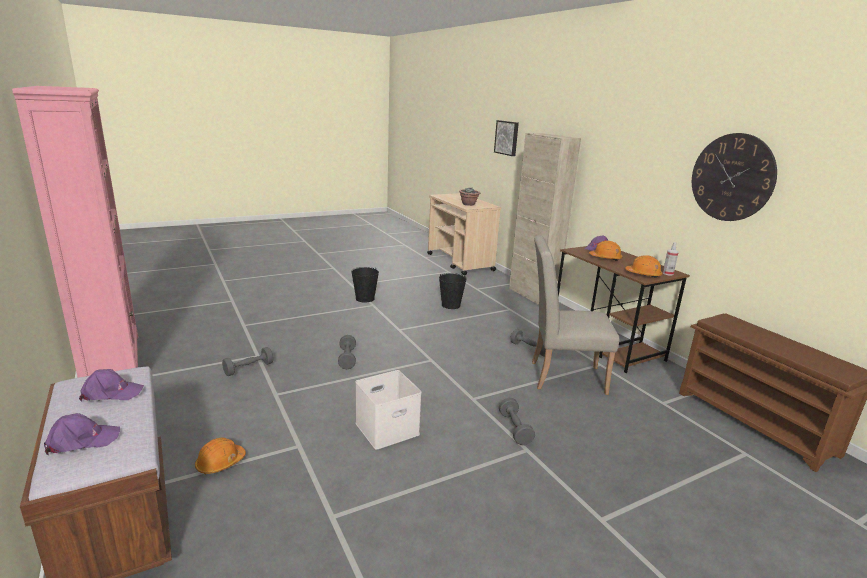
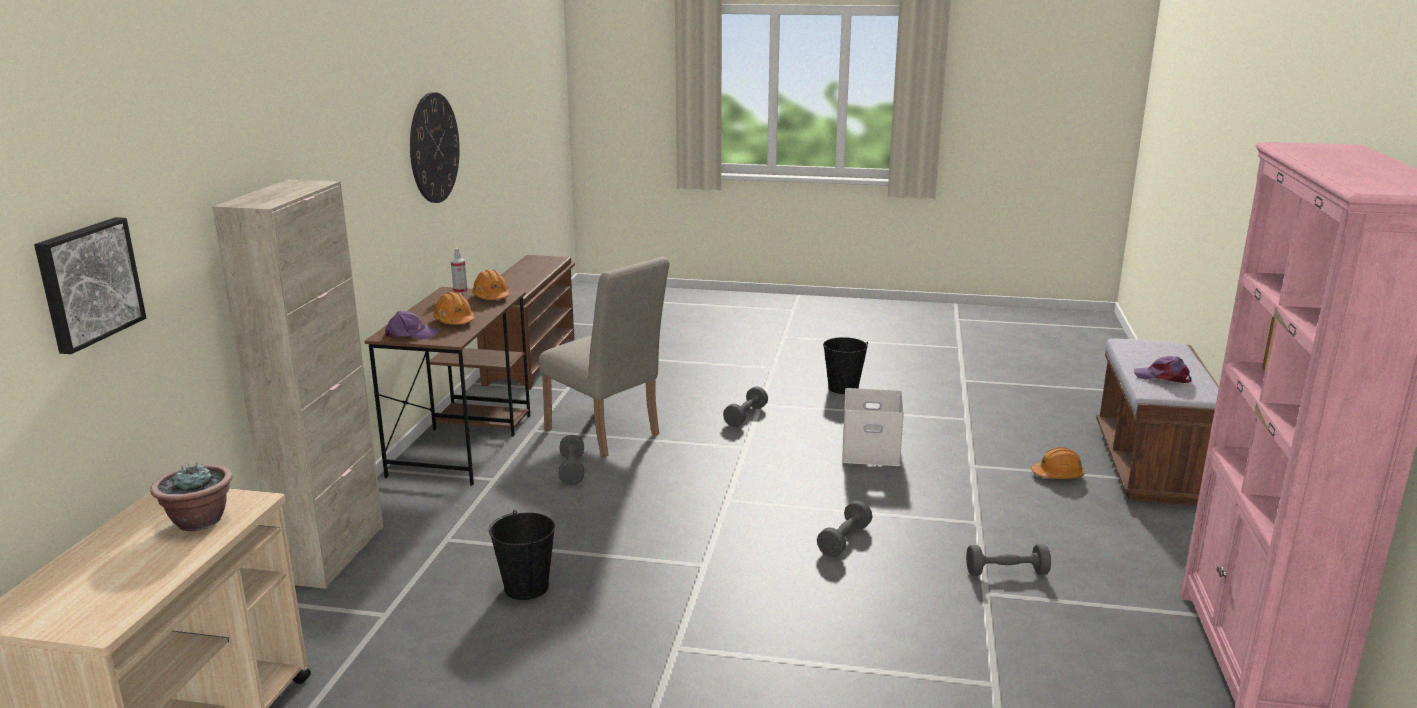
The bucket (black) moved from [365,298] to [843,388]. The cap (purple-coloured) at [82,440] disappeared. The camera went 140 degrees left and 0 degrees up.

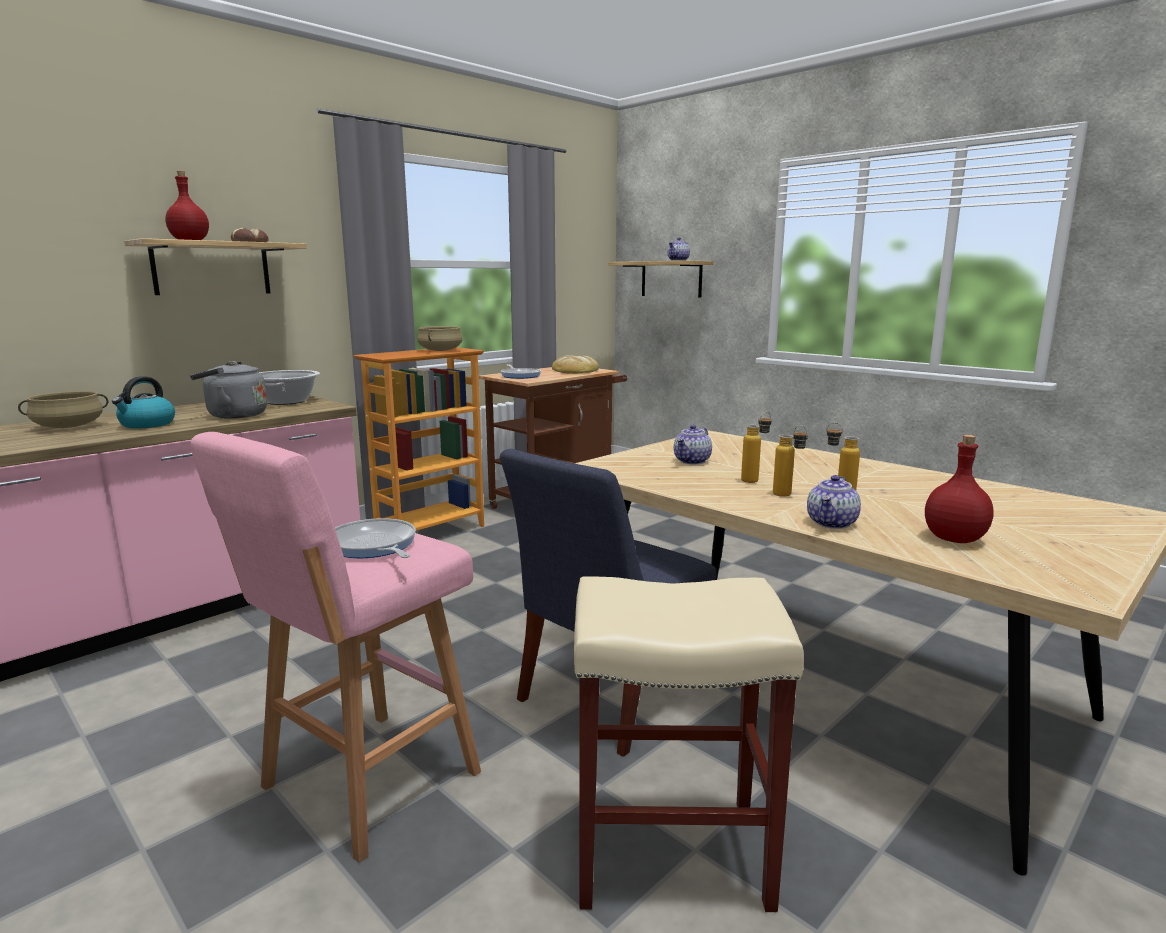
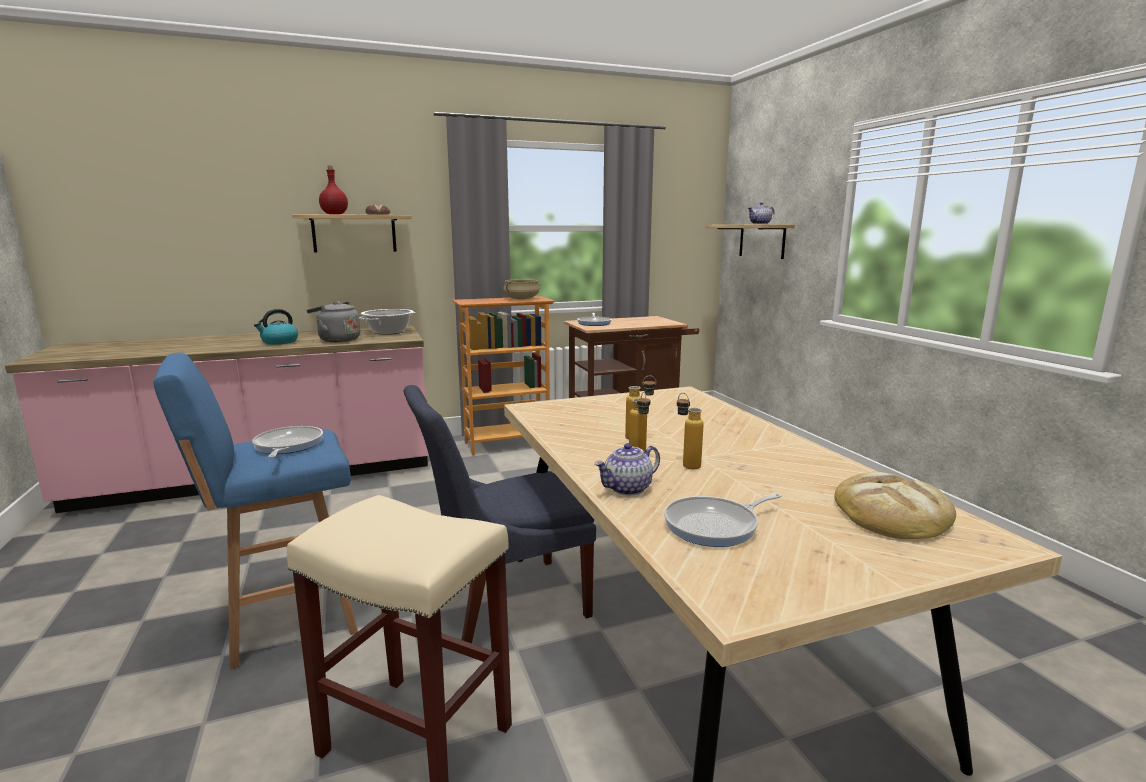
The bakery bread moved from [575,370] to [891,513]. The stockpot (beige) at [68,427] disappeared. The pot for tea at [692,461] disappeared. The stool (pink) at [365,783] became the stool (bluish) at [285,618]. The drink bottle (red-coloured) at [955,539] was replaced by the pan at [715,526]. The camera went 25 degrees right and 0 degrees up.

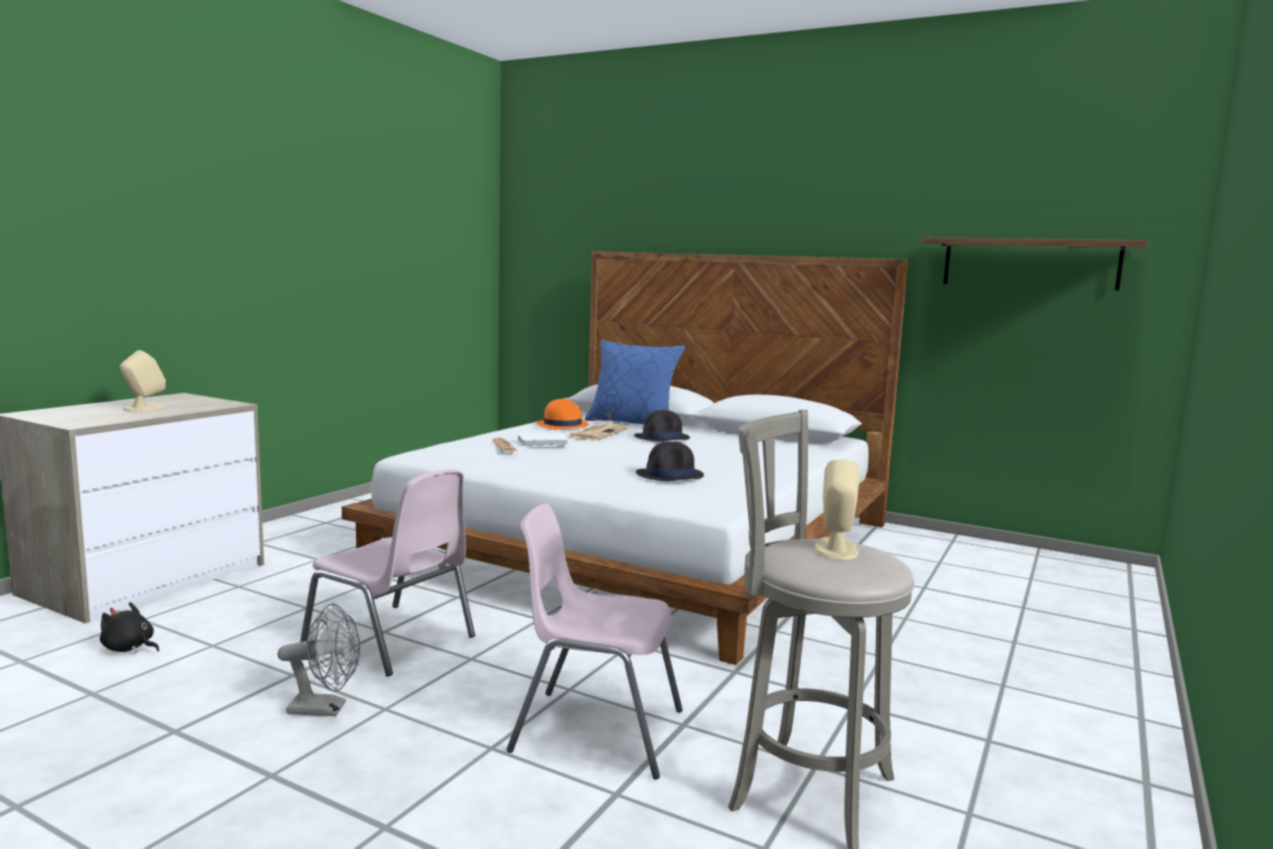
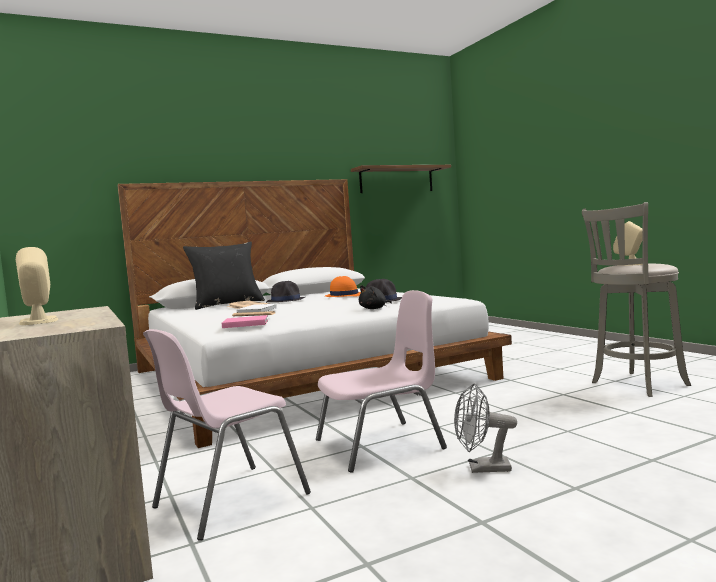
The pillow (bluish) at [632,423] became the pillow (black) at [227,304]. The clothing hat (orange) moved from [562,425] to [344,295]. The plain chair (pink) moved from [595,731] to [228,501]. The cuddly toy (black) moved from [129,648] to [374,308]. The electric fan (gray) at [326,709] turned 120 degrees counterclockwise. The bound book (pink) at [244,324] appeared. The camera went 55 degrees left and 5 degrees down.

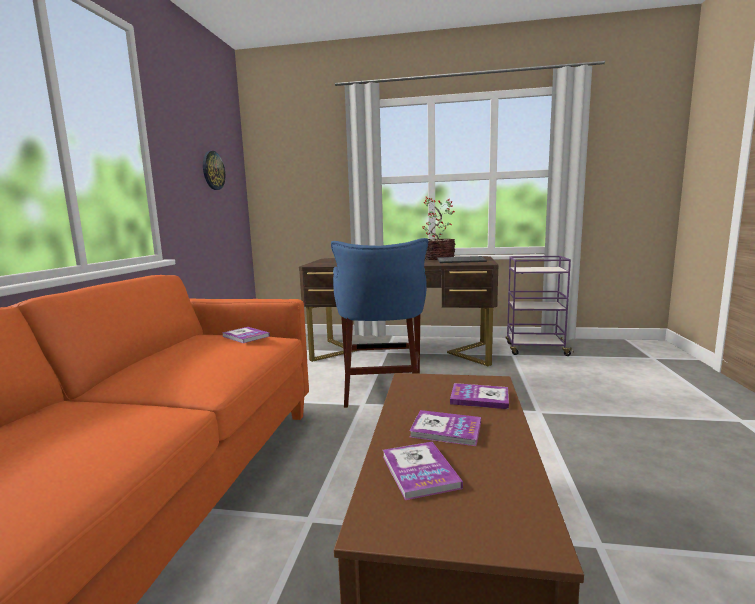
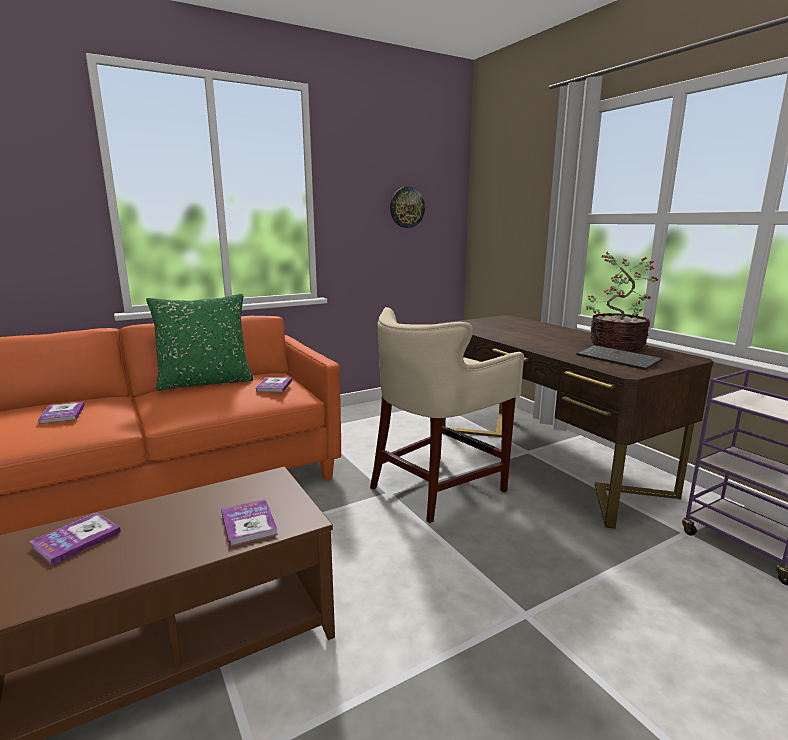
The stool (bluish) at [382,387] became the stool (beige) at [438,487]. The bound book moved from [446,429] to [62,414]. The pillow (greenish) at [206,382] appeared. The camera went 50 degrees right and 5 degrees up.

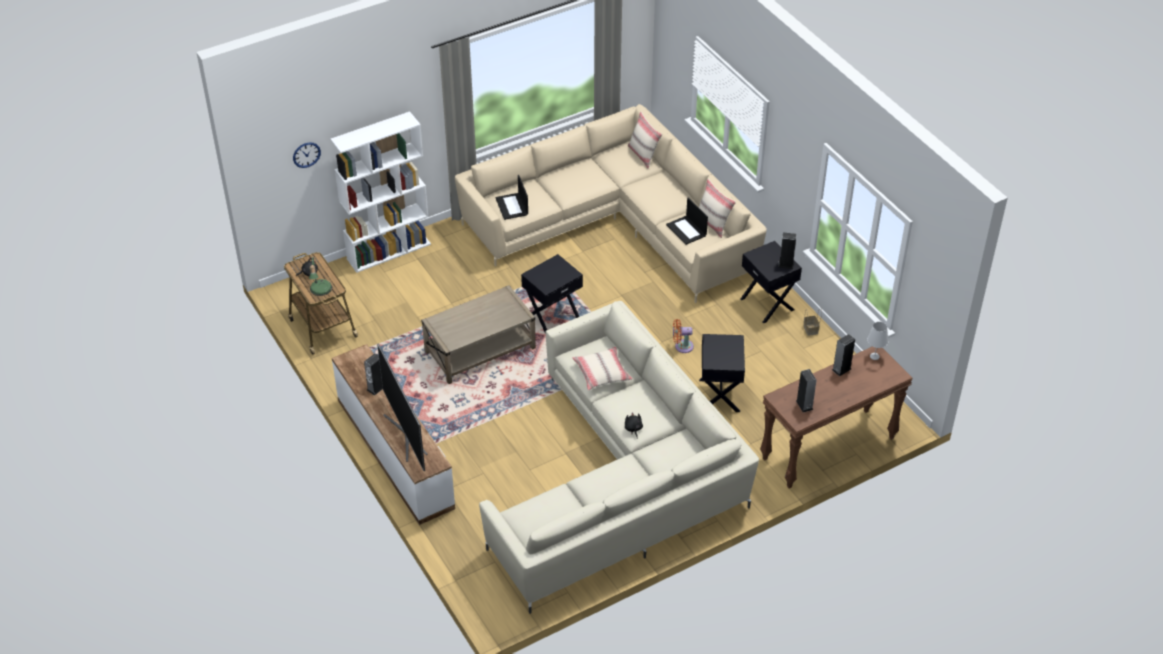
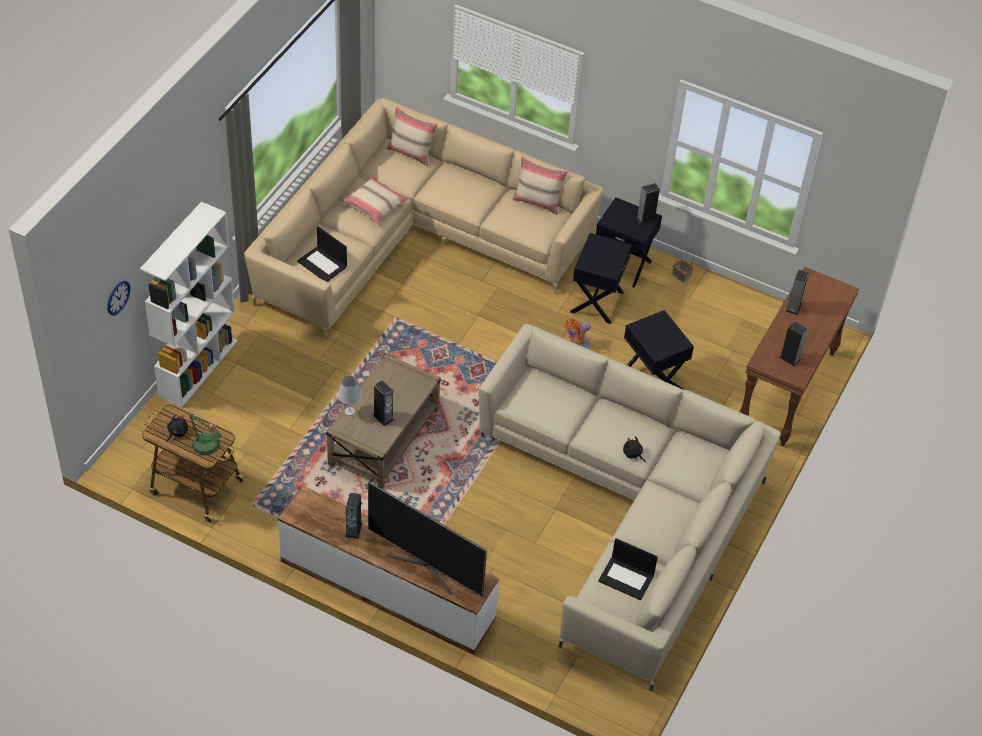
The portable computer moved from [687,230] to [627,578]. The accent table (black) moved from [552,317] to [596,301]. The table lamp (whitish) moved from [874,356] to [349,411]. The pillow (beige) moved from [602,373] to [374,204]. The audio speaker at [383,417] appeared. The camera went 35 degrees left and 5 degrees up.

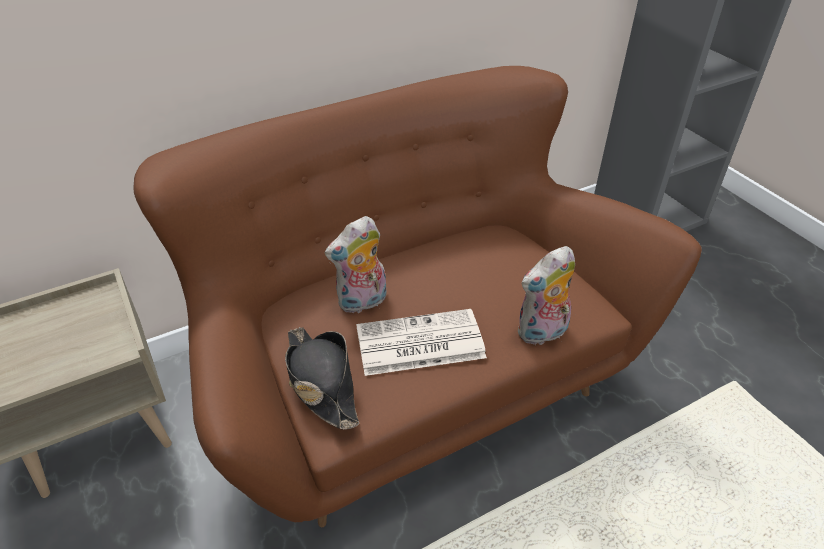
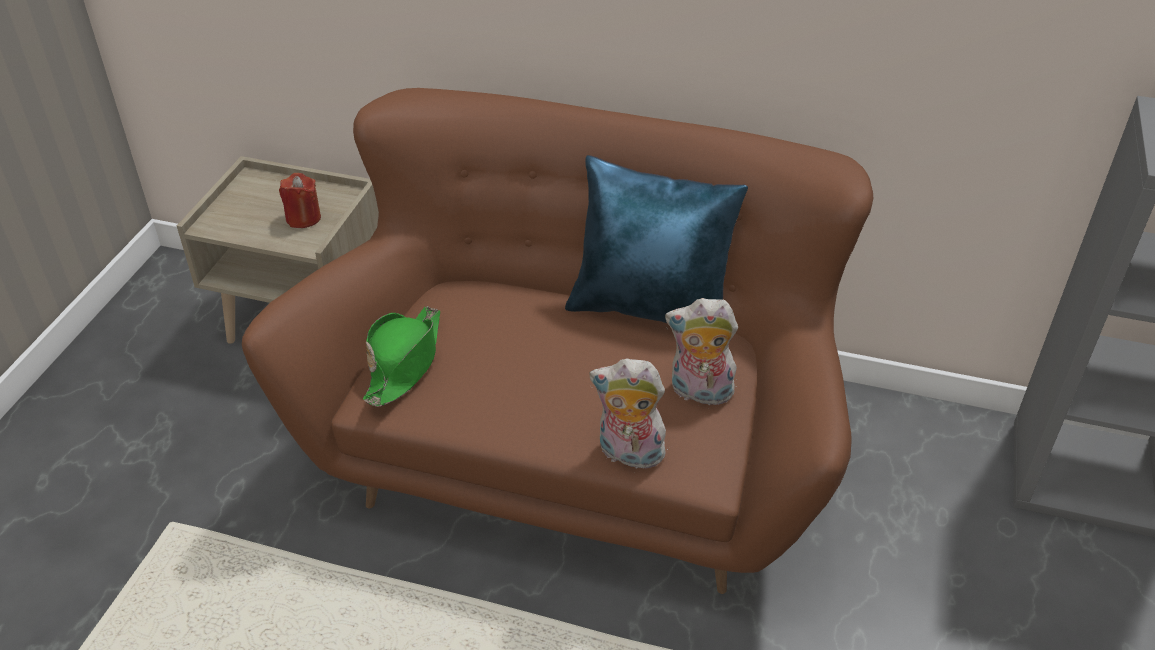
The cuddly toy moved from [362,302] to [699,393]. The printed paper at [418,344] disappeared. The clothing hat (black) at [321,382] became the clothing hat (greenish) at [404,362]. The pillow (bluish) at [652,310] appeared. The candle (red-coloured) at [303,218] appeared. The camera went 45 degrees right and 0 degrees up.

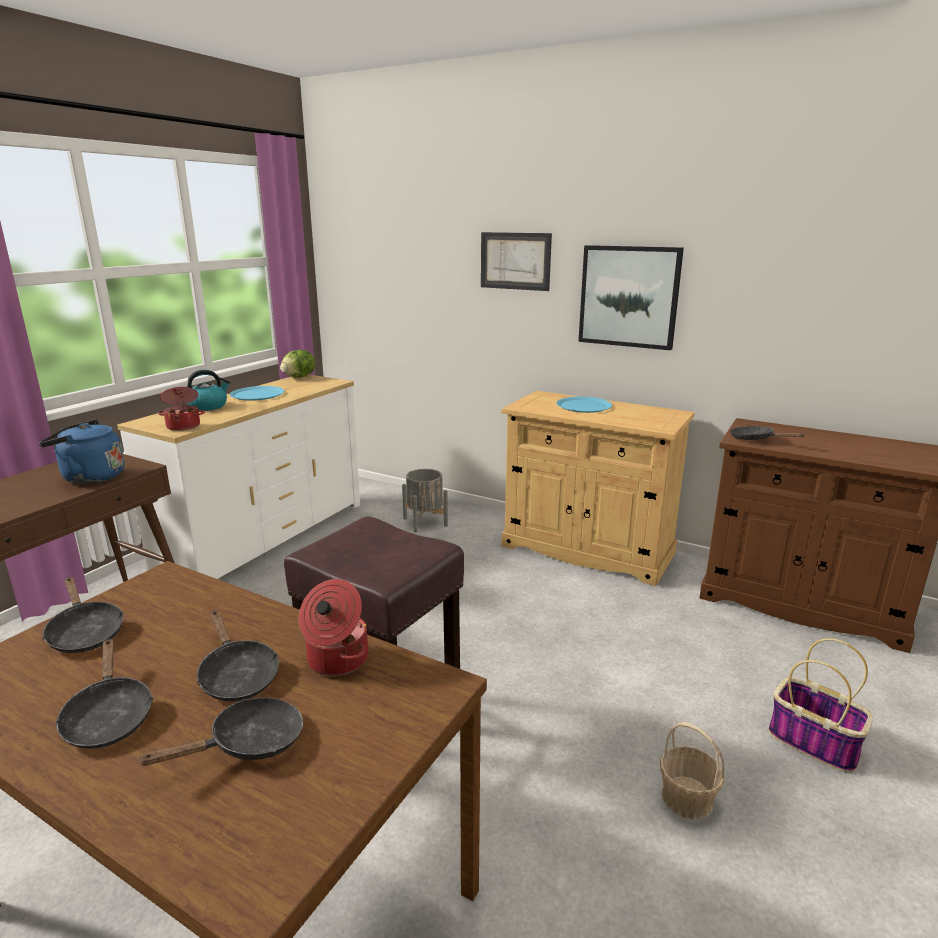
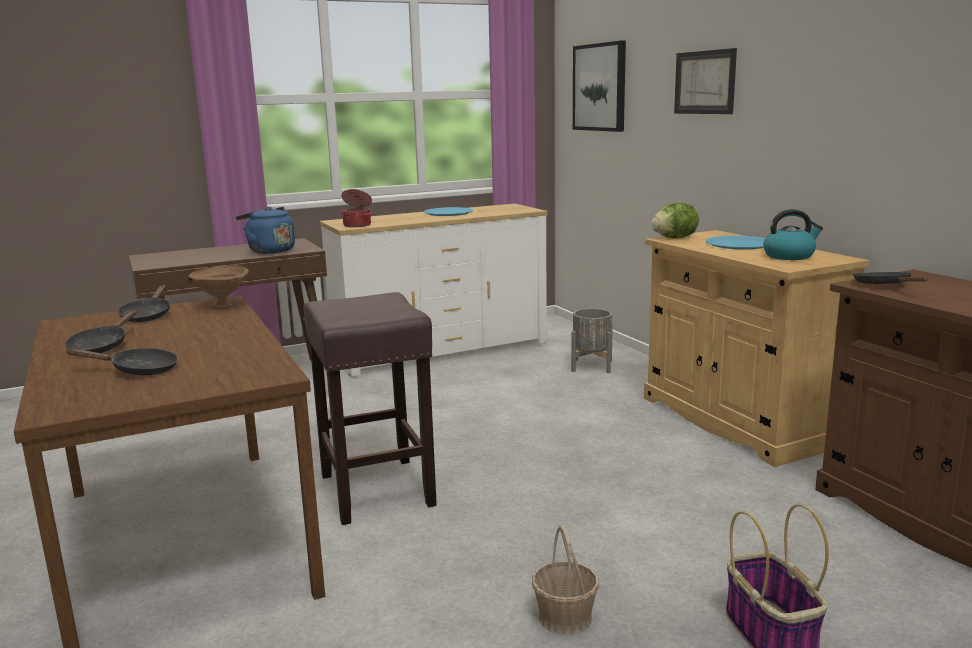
The wall picture moved from [629,296] to [600,87]. The lettuce moved from [298,377] to [674,238]. The water kettle moved from [208,406] to [789,256]. The stockpot at [336,660] disappeared. The pan (black) at [237,675] disappeared. The bowl (brown) at [224,307] appeared. The camera went 35 degrees right and 5 degrees down.

